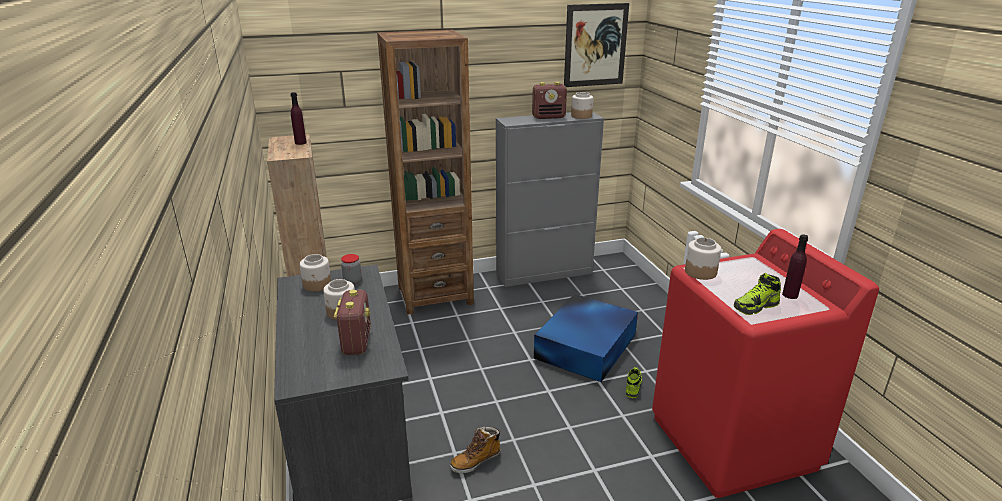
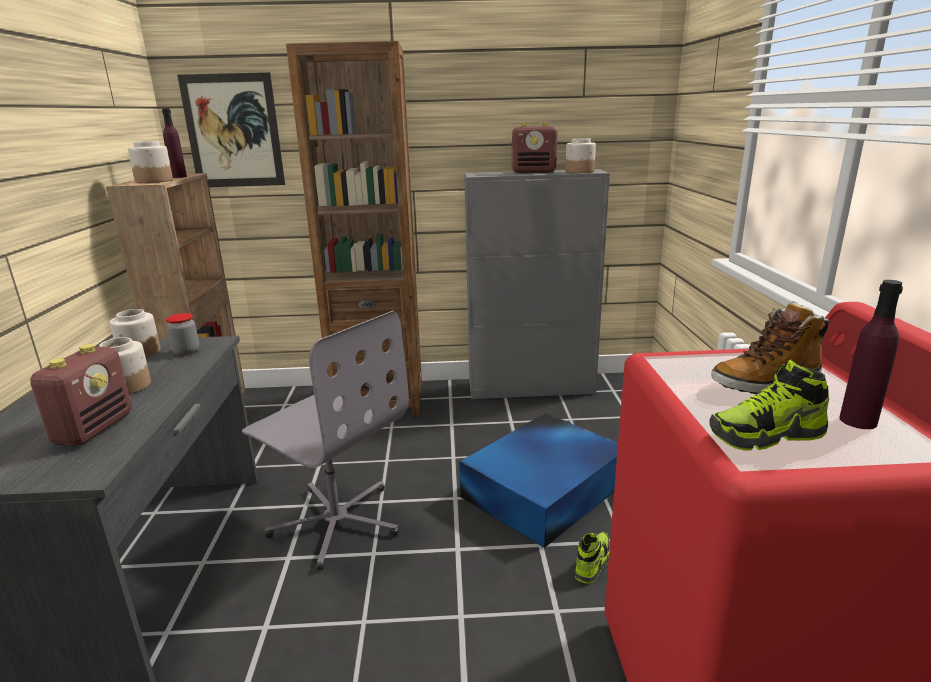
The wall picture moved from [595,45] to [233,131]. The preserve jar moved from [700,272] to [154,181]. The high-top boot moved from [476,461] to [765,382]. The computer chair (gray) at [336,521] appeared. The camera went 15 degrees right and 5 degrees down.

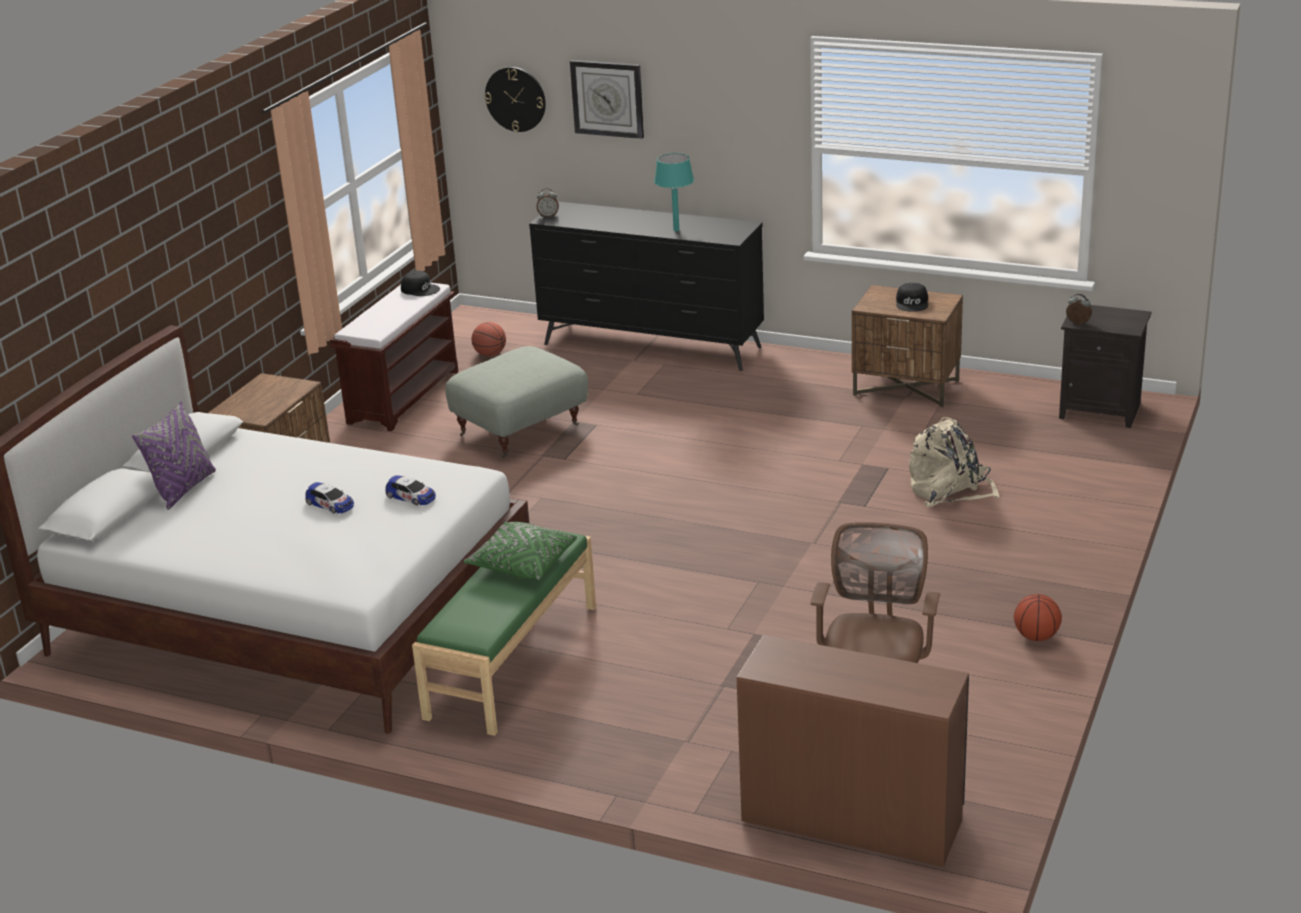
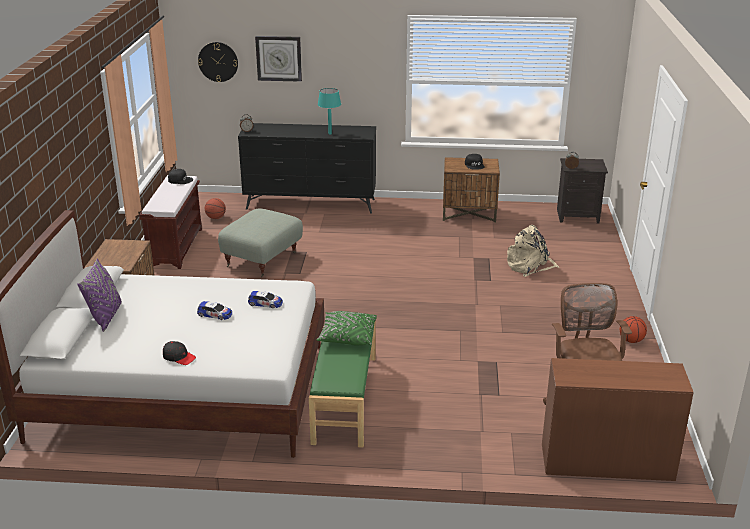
The cap (black) at [179,357] appeared. The camera went 20 degrees left and 0 degrees up.

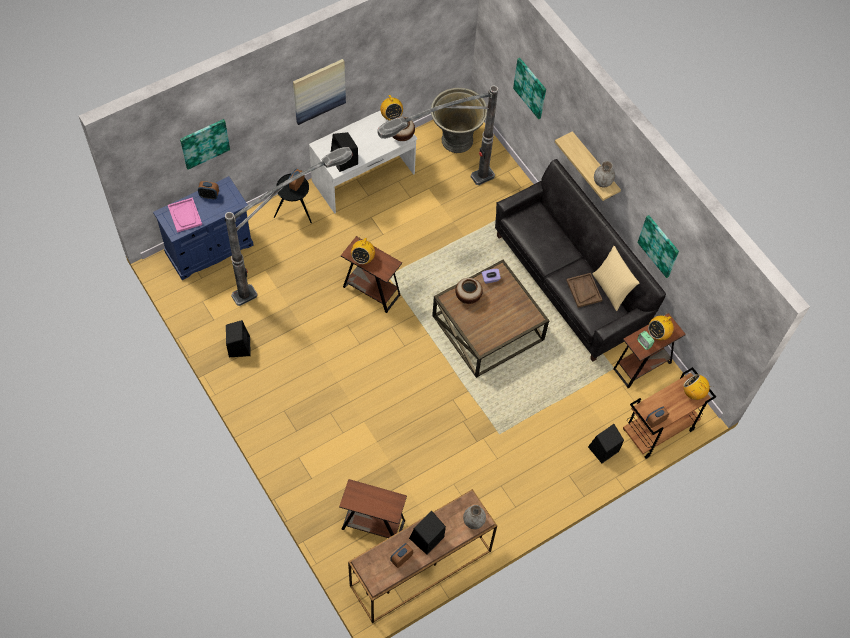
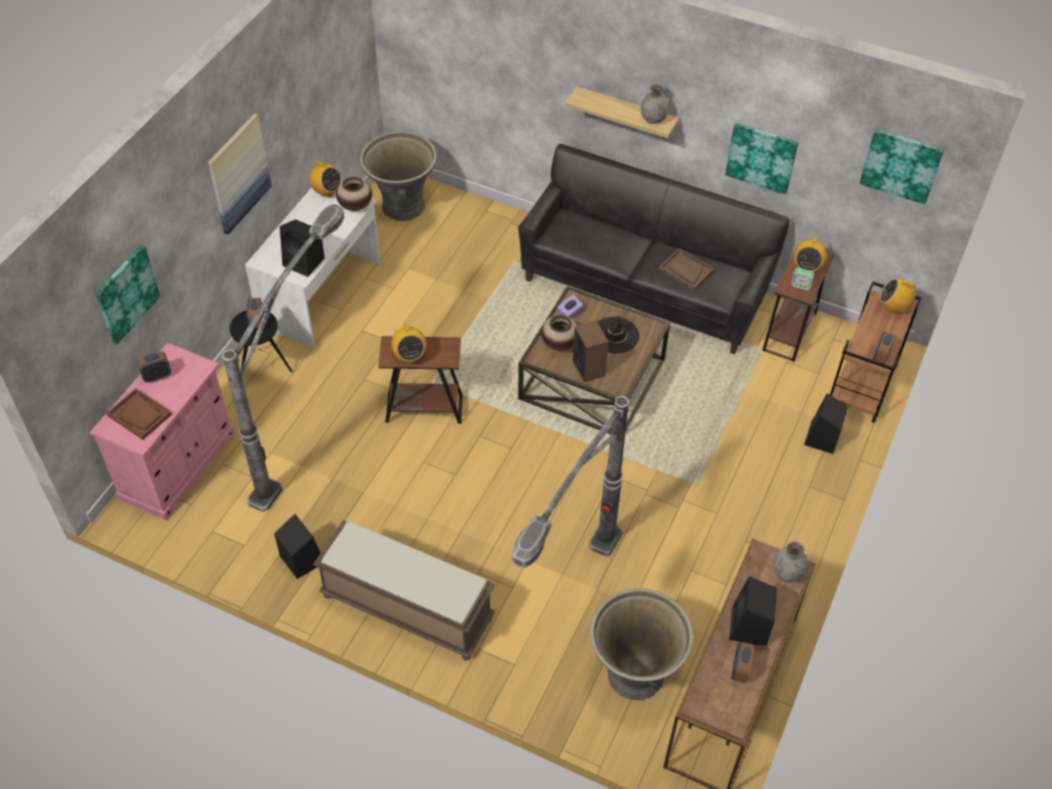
The wall picture moved from [530,88] to [901,165]. The floor lamp moved from [436,198] to [567,608]. The cabinet (bluish) at [209,249] became the cabinet (pink) at [178,465]. The carrying tray (pink) at [185,215] became the carrying tray (brown) at [140,415]. The pillow (beige) at [611,289] disappeared. The accent table (brown) at [373,525] was replaced by the plant pot (gray) at [634,675]. The clothing hat (black) at [614,335] appeared. The audio speaker at [589,368] appeared. The bench (brown) at [405,608] appeared. The camera went 30 degrees left and 10 degrees down.

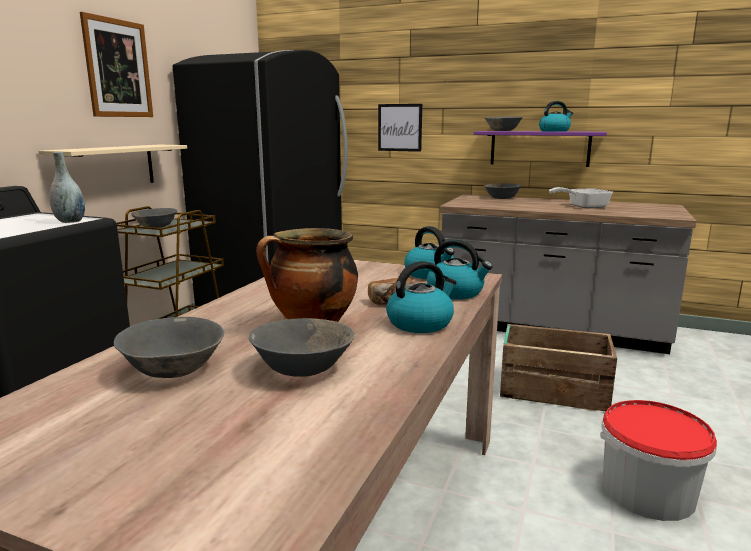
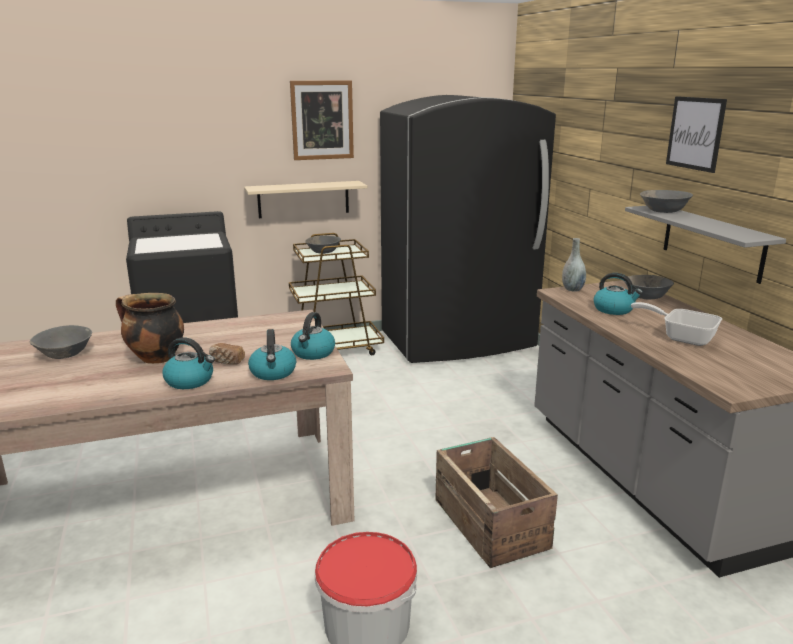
The water kettle moved from [554,131] to [614,309]. The wall picture moved from [400,127] to [695,133]. The wall shelf (purple-coloured) at [539,148] became the wall shelf (gray) at [712,242]. The flower vase (gray) moved from [70,221] to [572,289]. The bowl (gray) at [303,368] disappeared. The camera went 50 degrees right and 5 degrees up.

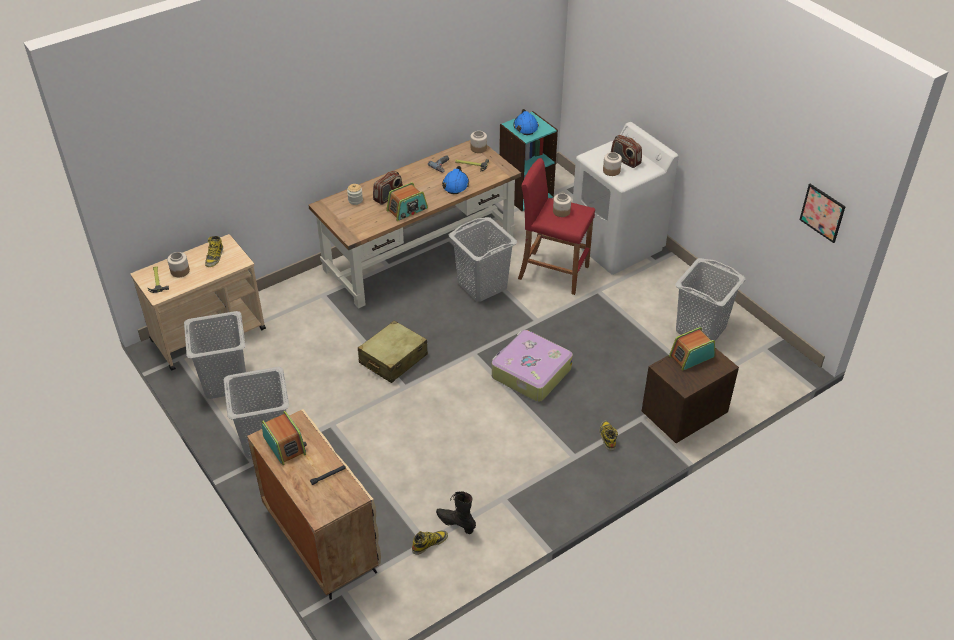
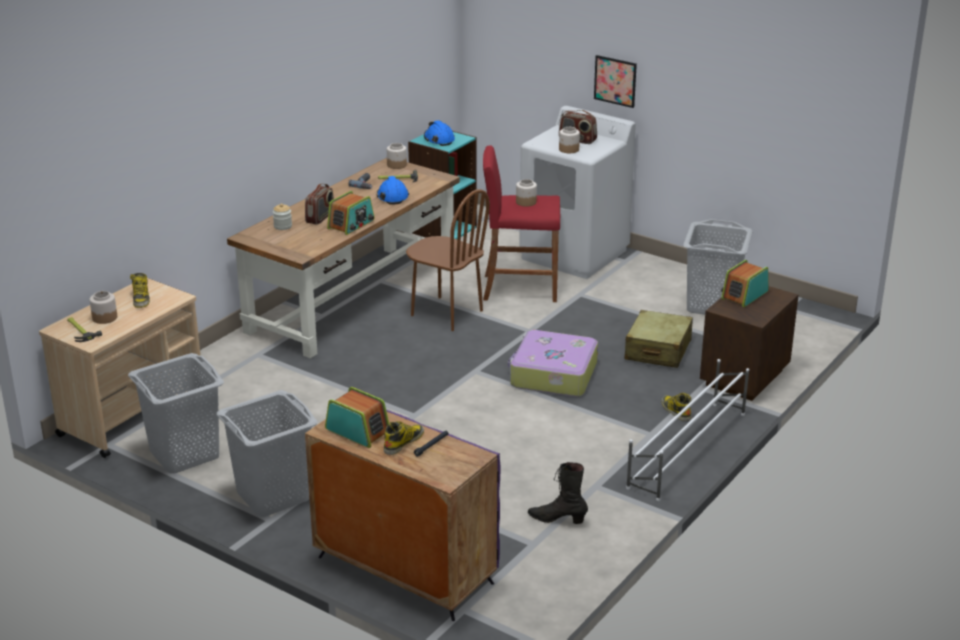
The wall picture moved from [822,212] to [615,81]. The laundry basket (gray) at [482,286] was replaced by the plain chair (brown) at [446,313]. The piece of luggage (beige) moved from [393,359] to [658,350]. The cabinet (beige) at [320,539] became the cabinet (purple-coloured) at [403,570]. The high-top boot moved from [429,543] to [403,442]. The shoe stand (whitish) at [686,450] appeared. The camera went 20 degrees left and 15 degrees down.

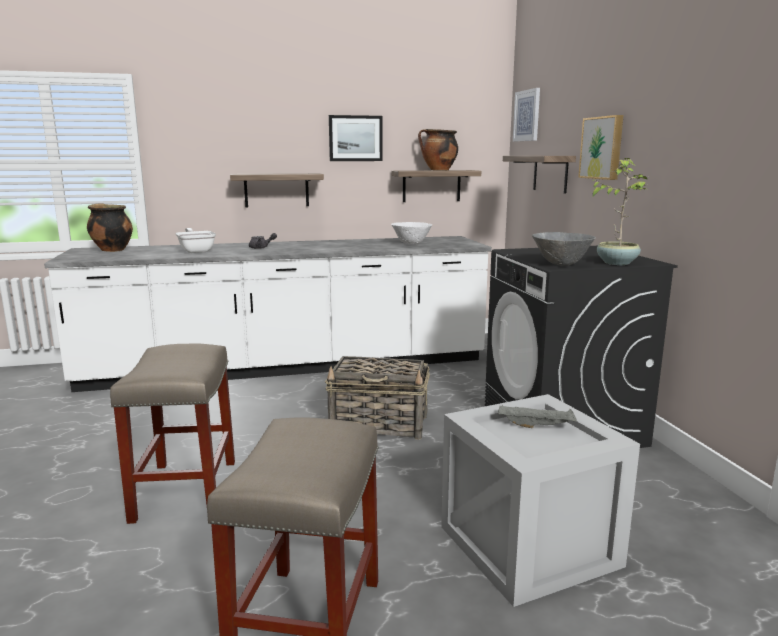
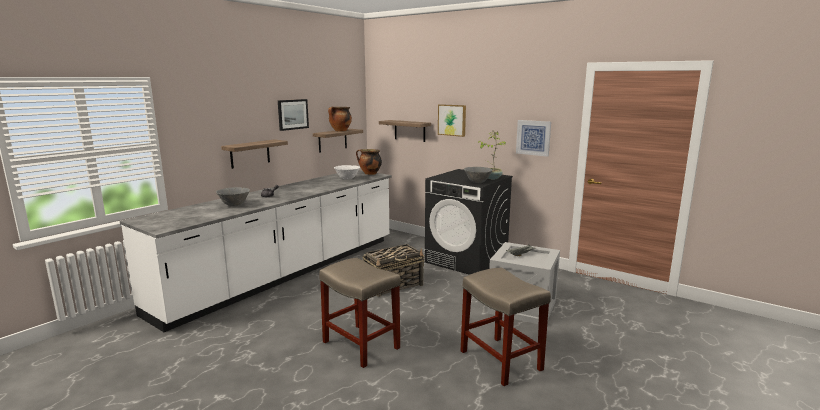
The wall picture moved from [527,115] to [533,137]. The stockpot moved from [111,250] to [369,174]. The pan at [196,251] was replaced by the bowl (gray) at [234,205]. The camera went 40 degrees left and 0 degrees up.

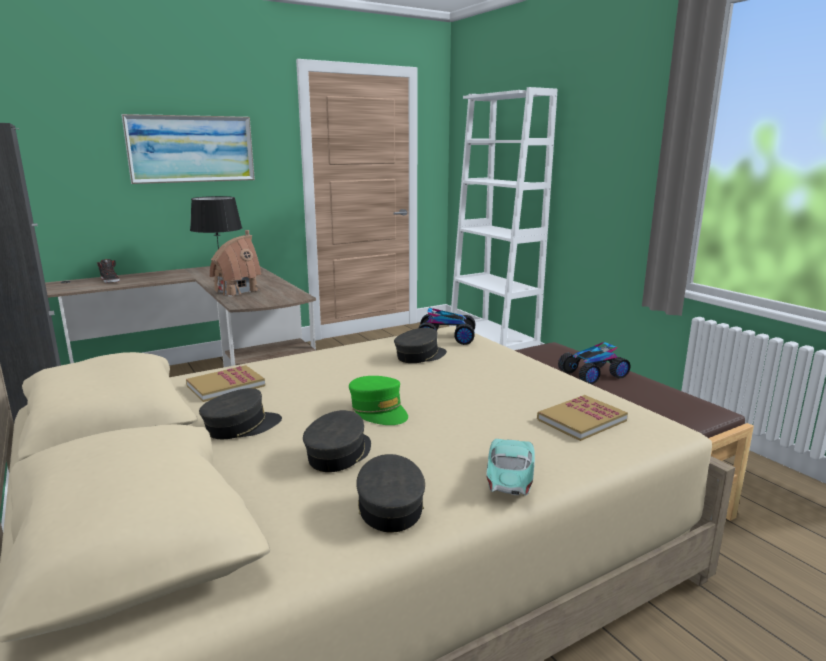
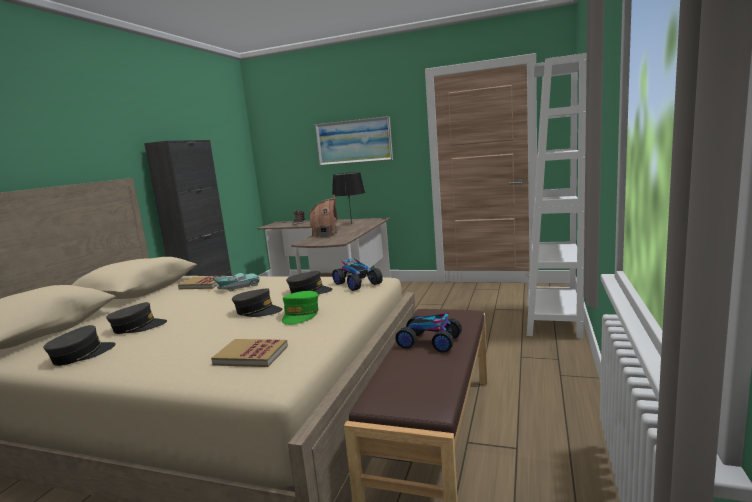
The cap (greenish) moved from [379,410] to [301,315]. The cap (gray) moved from [241,427] to [257,311]. The miniature car (turquoise) moved from [510,478] to [238,287]. The camera went 50 degrees right and 5 degrees down.

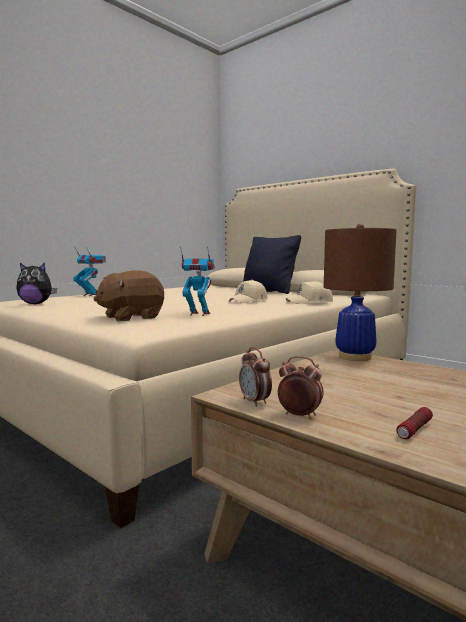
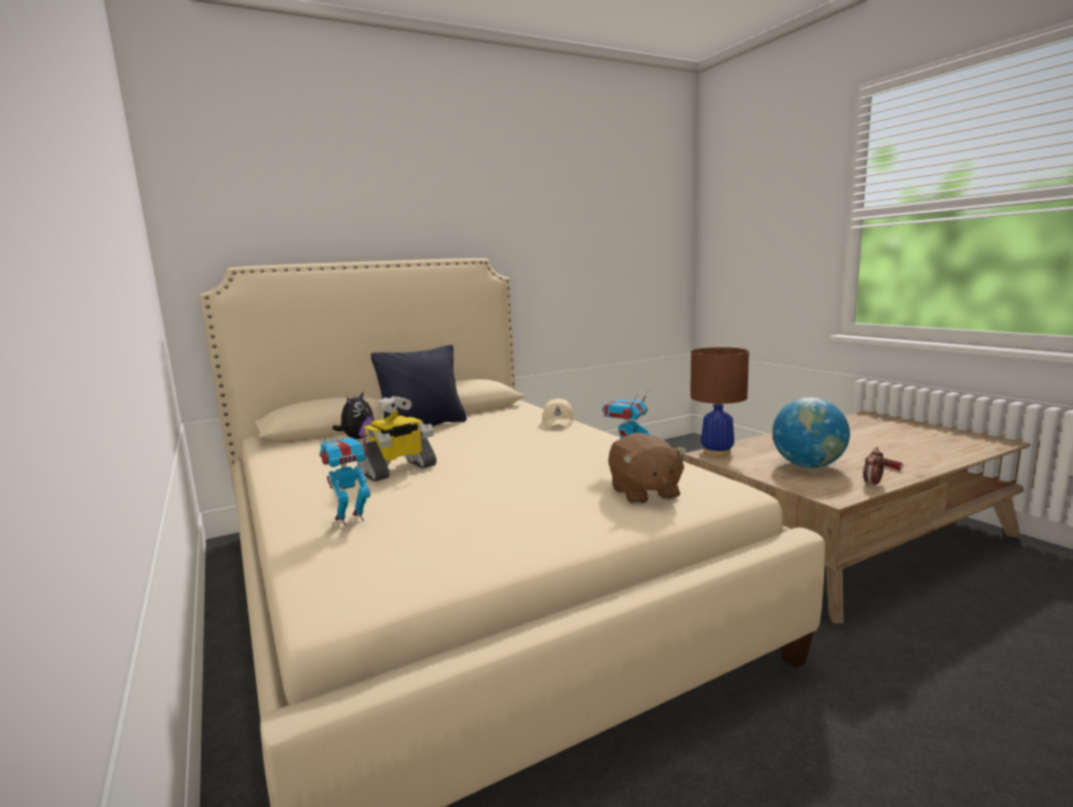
The cuddly toy moved from [36,304] to [357,438]. The cap (beige) at [249,301] disappeared. The bedside clock at [255,402] disappeared. The robot figure at [398,470] appeared. The globe at [808,466] appeared. The camera went 70 degrees left and 5 degrees up.

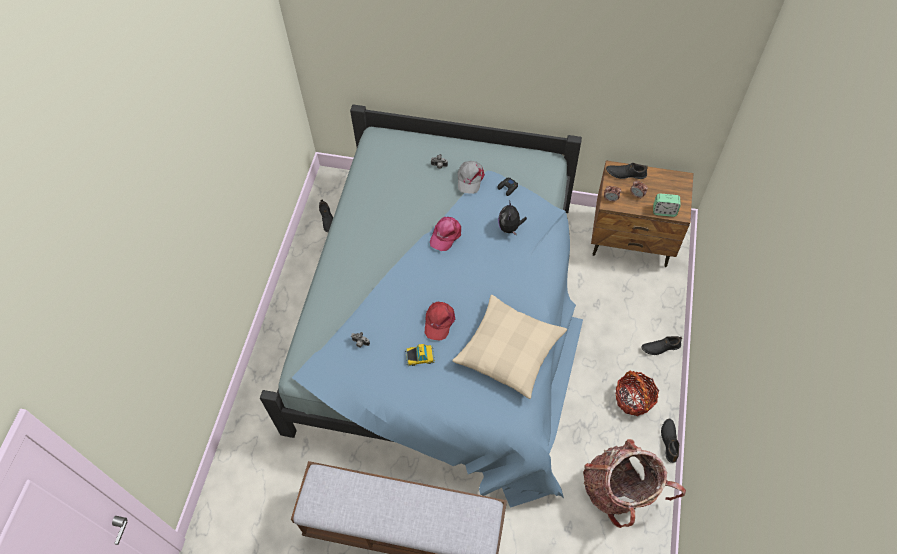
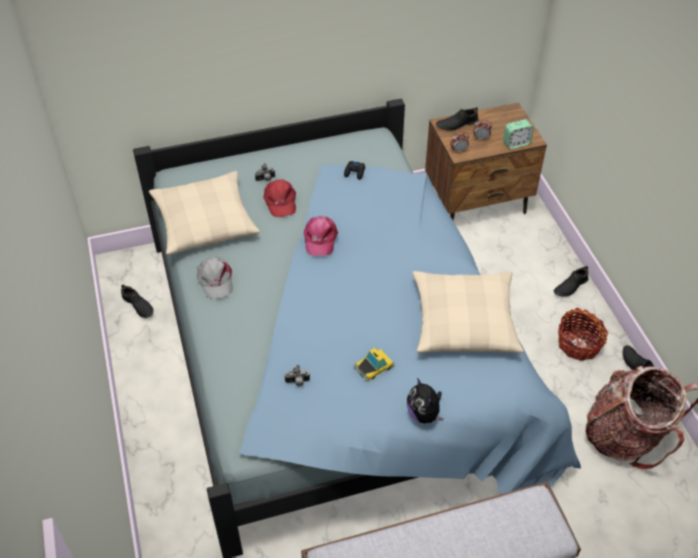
The cap (gray) moved from [470,178] to [215,280]. The cuddly toy moved from [510,227] to [424,414]. The cap (red-coloured) moved from [439,321] to [280,201]. The pillow (beige) at [205,221] appeared. The camera went 30 degrees left and 10 degrees down.

